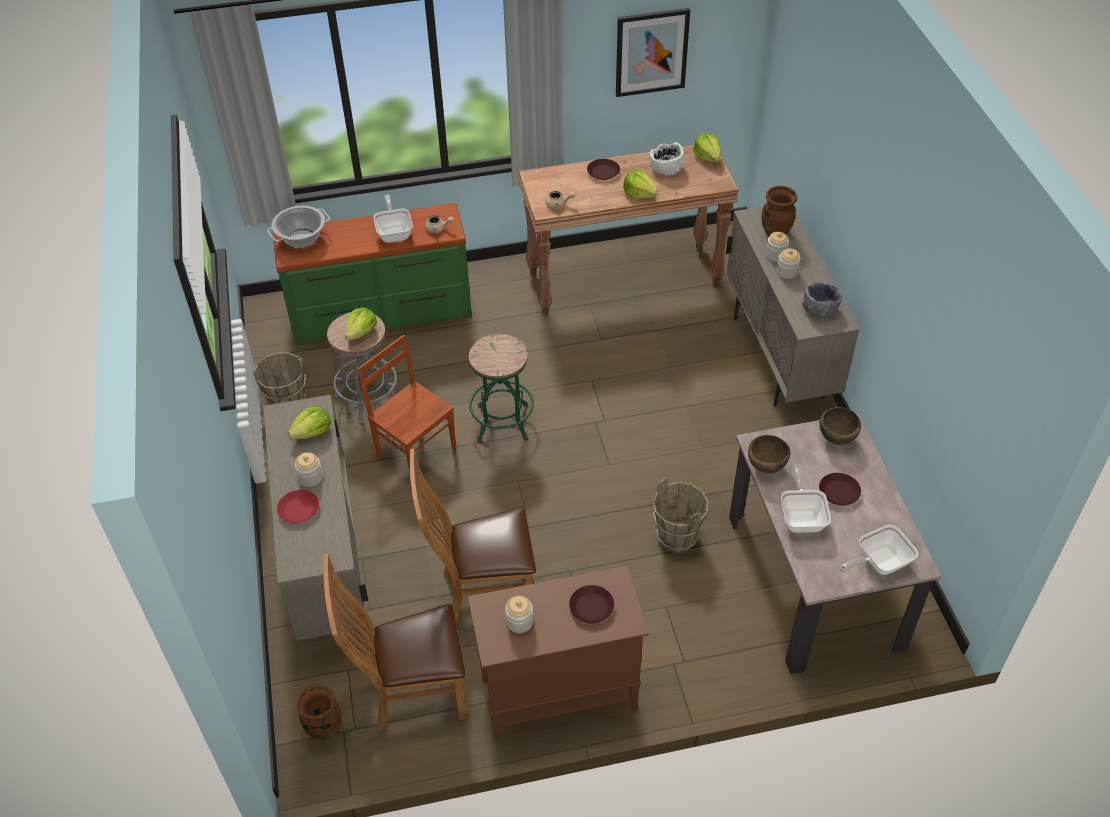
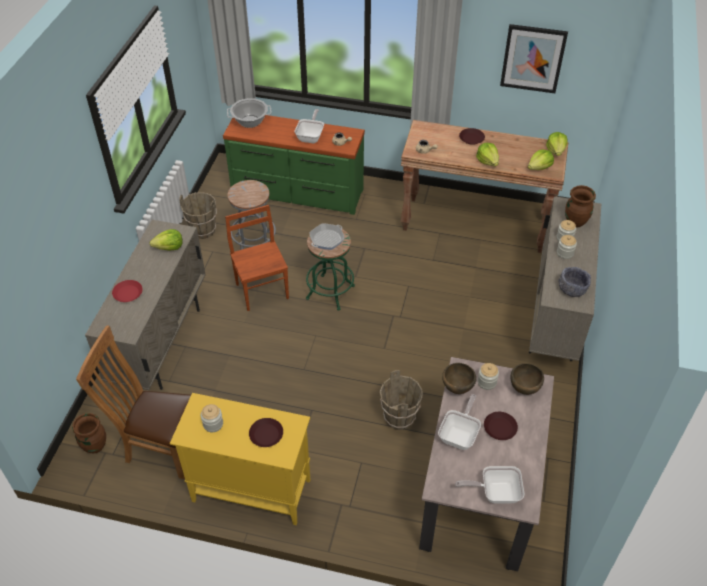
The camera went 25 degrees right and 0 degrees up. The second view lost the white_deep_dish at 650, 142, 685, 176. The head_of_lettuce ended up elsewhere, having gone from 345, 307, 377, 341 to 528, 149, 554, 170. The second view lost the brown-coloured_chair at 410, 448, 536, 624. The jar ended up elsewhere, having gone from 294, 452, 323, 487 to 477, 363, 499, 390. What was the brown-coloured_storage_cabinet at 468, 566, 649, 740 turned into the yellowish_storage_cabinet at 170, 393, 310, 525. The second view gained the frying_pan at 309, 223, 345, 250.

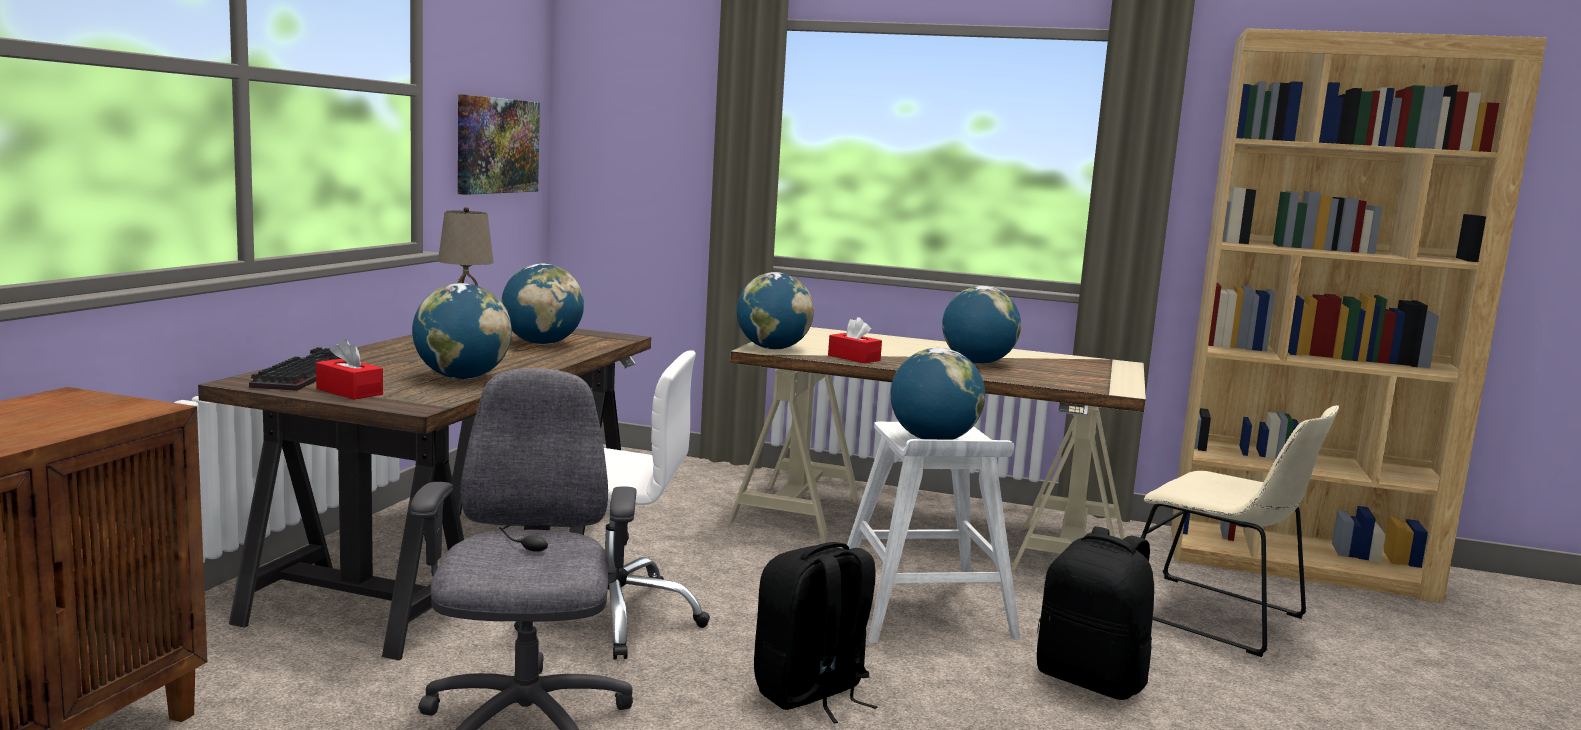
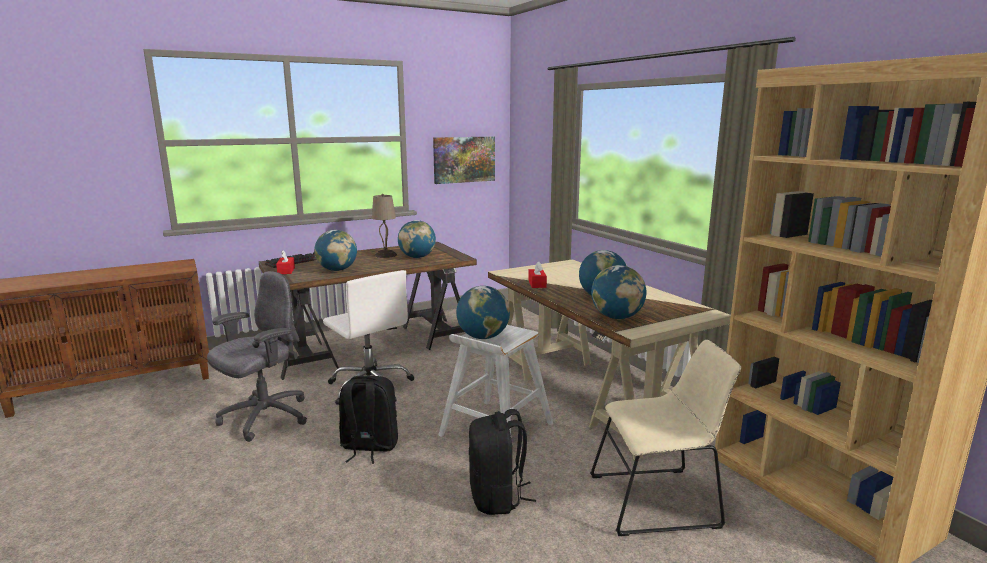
The camera went 45 degrees right and 5 degrees up. The desk_globe ended up elsewhere, having gone from 737, 272, 814, 350 to 591, 265, 646, 319. The beige_chair at 1141, 405, 1339, 657 ended up facing another way, 90 degrees counterclockwise from before.

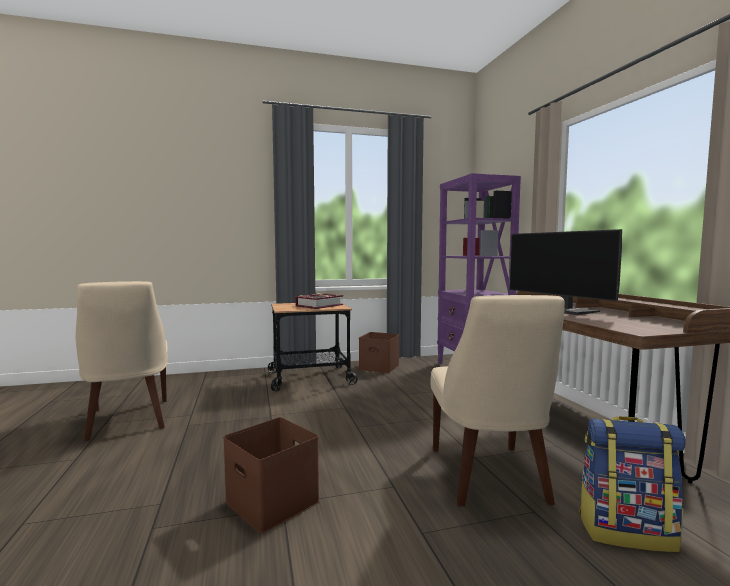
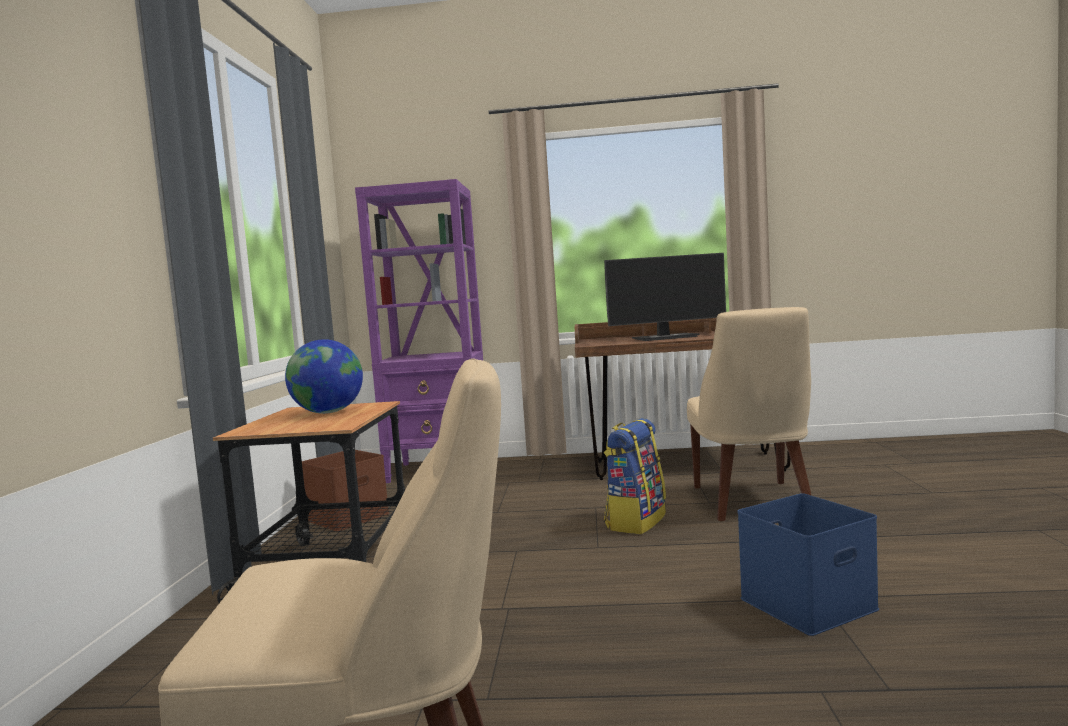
The camera went 70 degrees left and 0 degrees up. Where the volume stood at 295, 293, 343, 309, the desk_globe came to stand at 285, 339, 363, 414. The beige_chair at 430, 295, 565, 507 ended up facing another way, 75 degrees clockwise from before. The backpack ended up elsewhere, having gone from 579, 416, 686, 552 to 604, 418, 666, 534. What was the brown-coloured_storage_container at 223, 417, 320, 533 turned into the blue_storage_container at 737, 493, 879, 636.

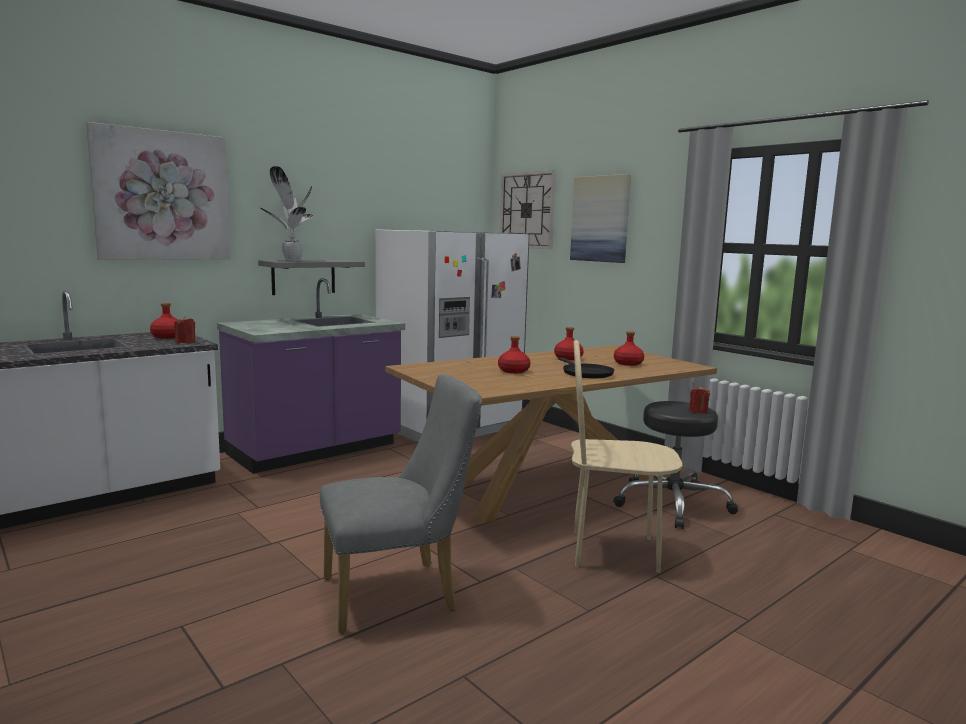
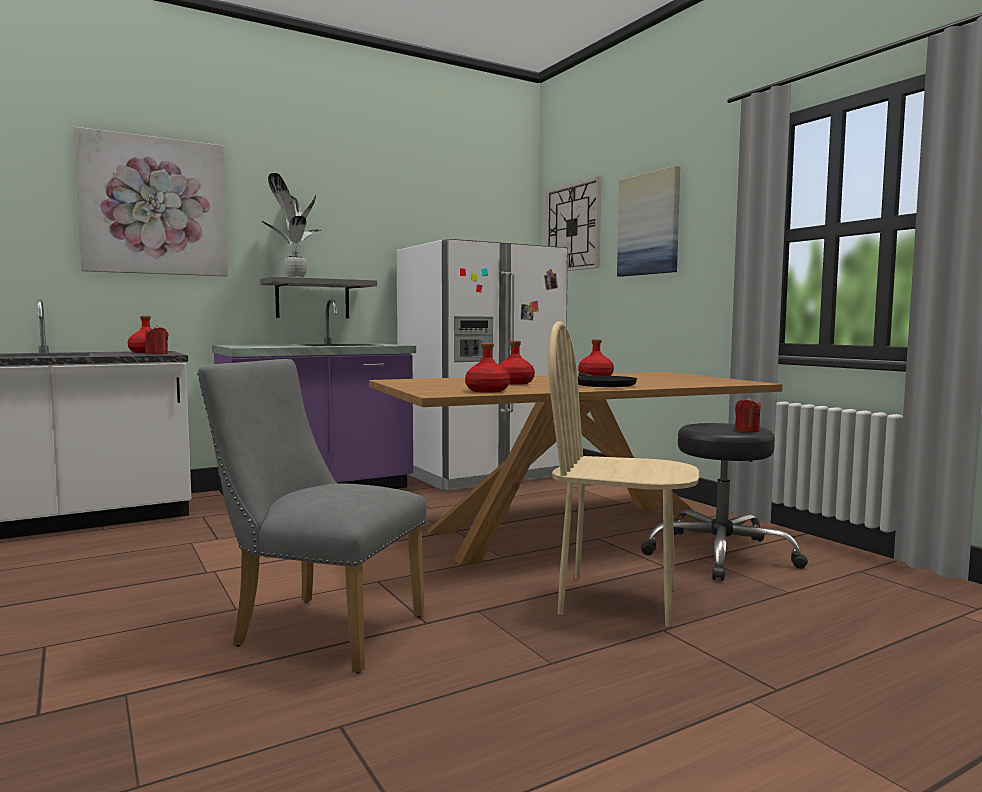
The camera went 10 degrees right and 5 degrees down. The red_drink_bottle ended up elsewhere, having gone from 614, 331, 644, 366 to 465, 343, 510, 393. The grey_chair at 320, 374, 482, 634 ended up facing another way, 150 degrees counterclockwise from before.

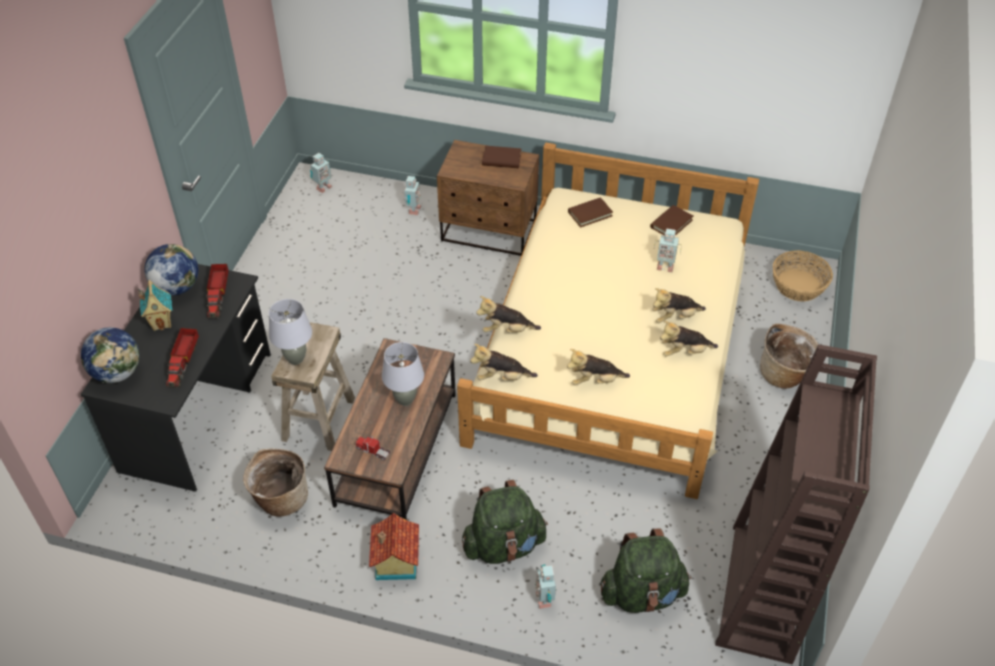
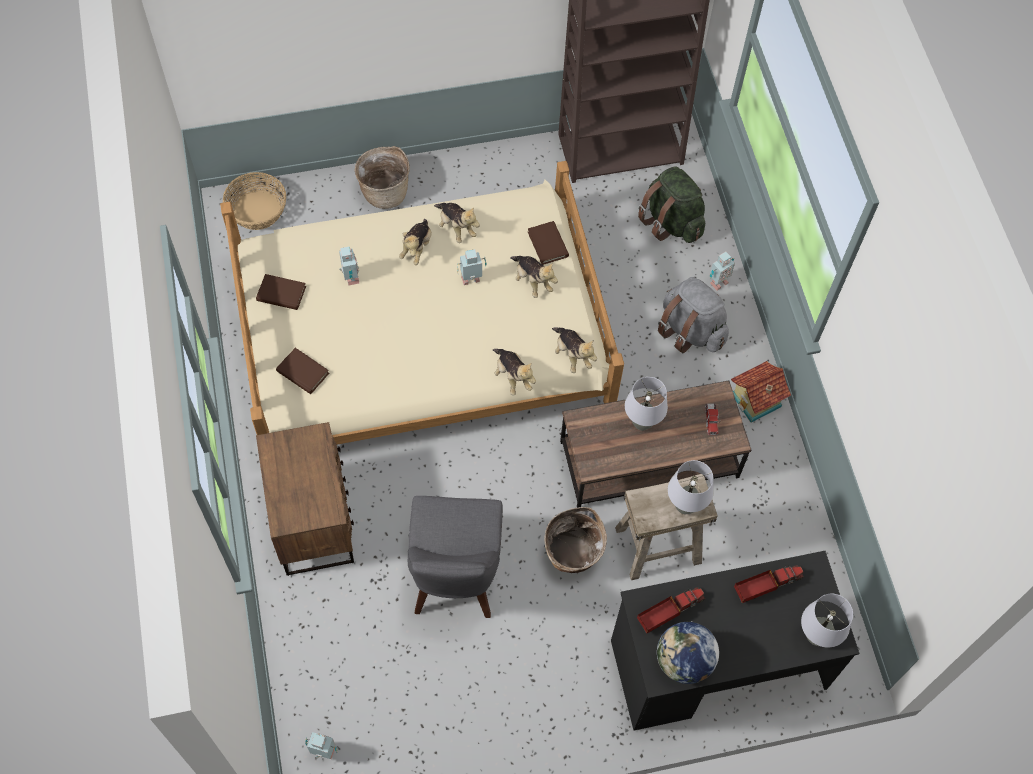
The camera went 120 degrees left and 15 degrees up. The brown-coloured_volume ended up elsewhere, having gone from 482, 146, 521, 168 to 528, 221, 569, 265. The toy_robot ended up elsewhere, having gone from 405, 176, 421, 215 to 457, 249, 487, 285. The second view lost the model_house at 138, 280, 173, 331. The cuddly_toy at 652, 288, 706, 323 ended up facing another way, 60 degrees clockwise from before. Where the desk_globe stood at 81, 327, 140, 383, the grey_tabletop_lamp came to stand at 801, 594, 853, 647. The household_basket ended up elsewhere, having gone from 243, 449, 308, 517 to 544, 507, 607, 573. What was the green_backpack at 462, 480, 548, 564 turned into the grey_backpack at 658, 277, 729, 353. The second view gained the grey_chair at 408, 496, 503, 618.

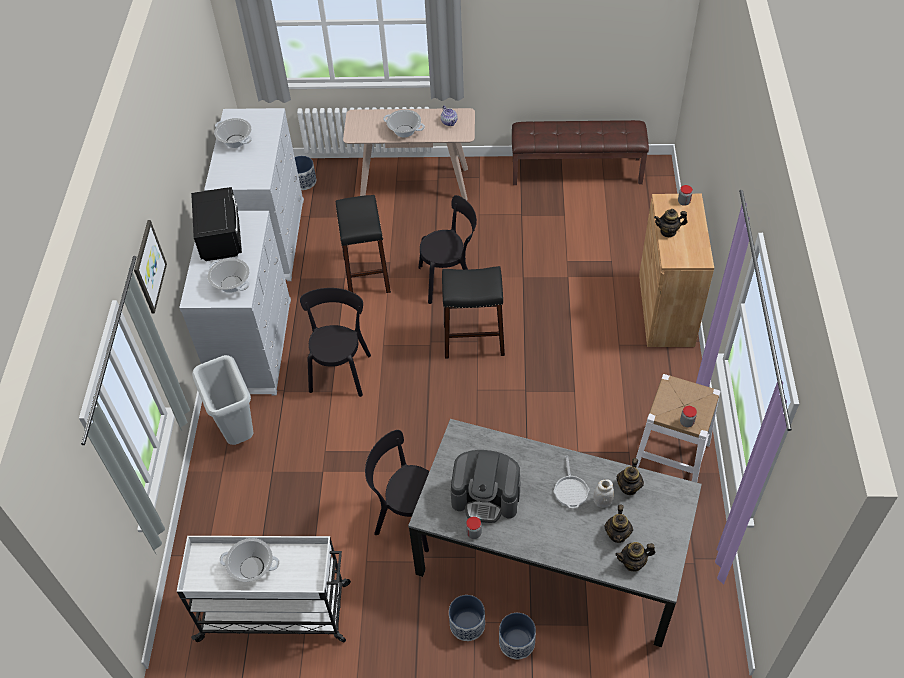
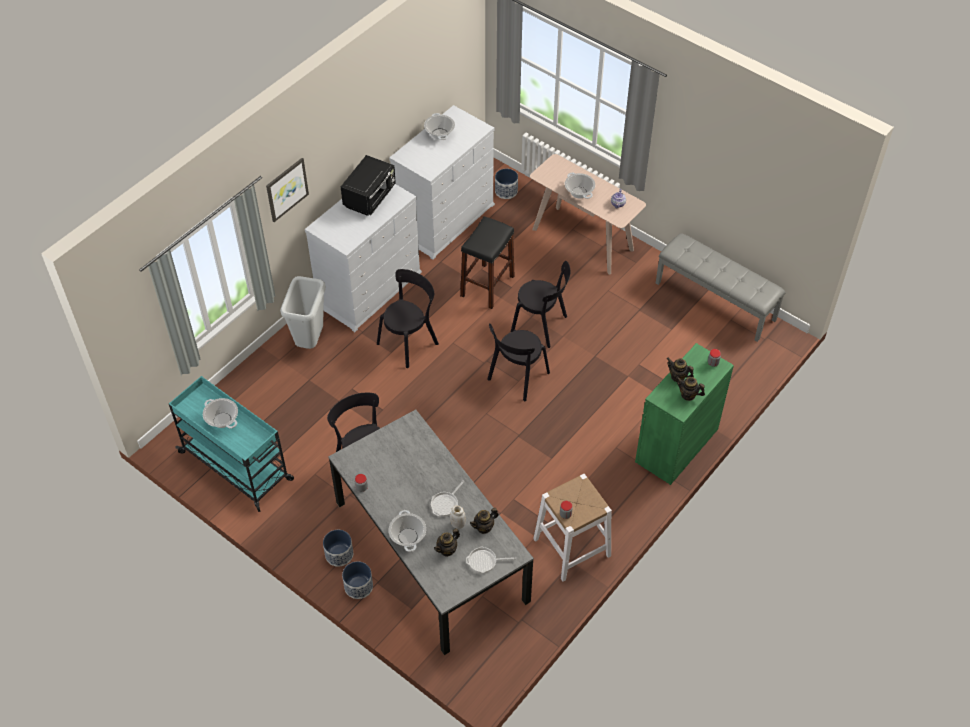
The camera went 35 degrees right and 0 degrees up. What was the brown-coloured_long_seat at 512, 120, 649, 185 turned into the grey_long_seat at 656, 233, 786, 342. What was the brown-coloured_storage_cabinet at 639, 194, 714, 347 turned into the green_storage_cabinet at 635, 343, 734, 485. The stockpot ended up elsewhere, having gone from 208, 258, 249, 293 to 388, 510, 426, 552. Where the black_stool_seat stood at 442, 266, 505, 359, the black_chair came to stand at 487, 323, 550, 401. The second view lost the coffee_maker at 450, 450, 521, 523. What was the white_trolley at 177, 536, 351, 642 turned into the turquoise_trolley at 169, 376, 294, 512. The teapot ended up elsewhere, having gone from 615, 542, 655, 572 to 677, 377, 705, 401. The second view gained the frying_pan at 466, 546, 516, 573.

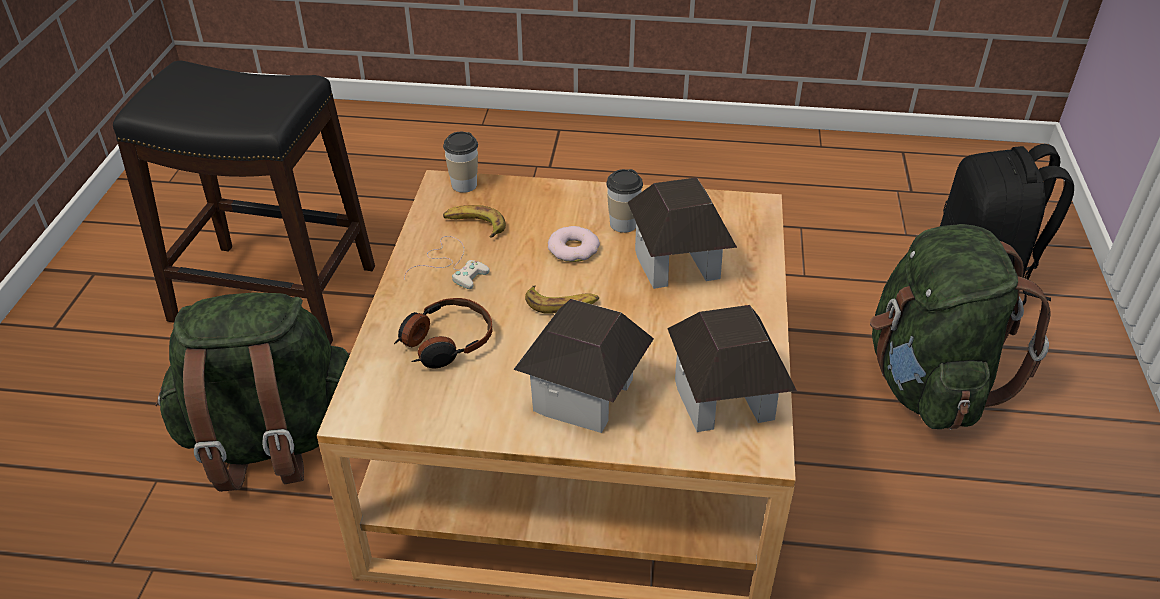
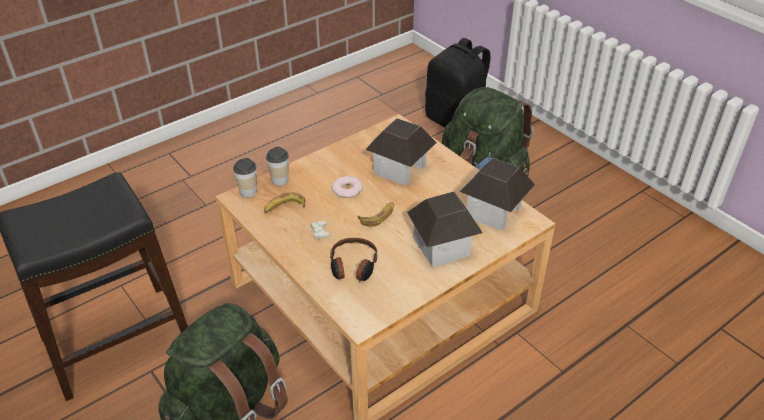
The camera went 45 degrees left and 0 degrees up. The cup ended up elsewhere, having gone from 606, 169, 643, 233 to 266, 147, 289, 186.

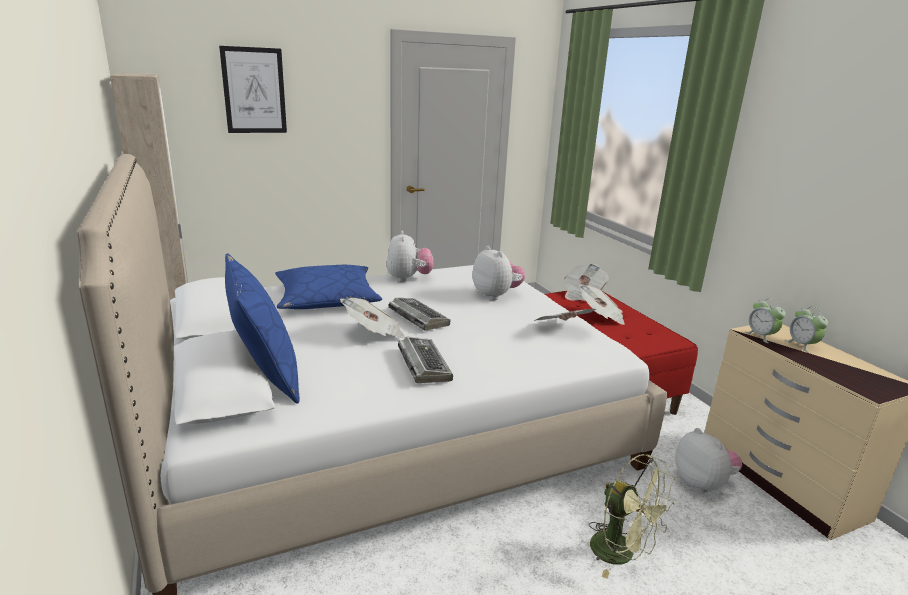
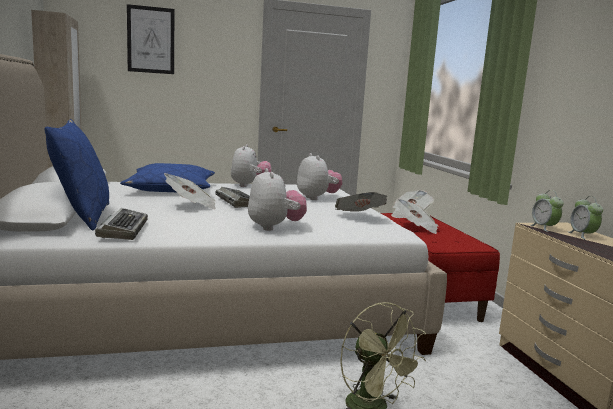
The camera went 10 degrees right and 10 degrees down. The keyboard ended up elsewhere, having gone from 398, 337, 453, 383 to 95, 208, 148, 240. The cuddly_toy ended up elsewhere, having gone from 675, 428, 742, 492 to 248, 168, 307, 231.

